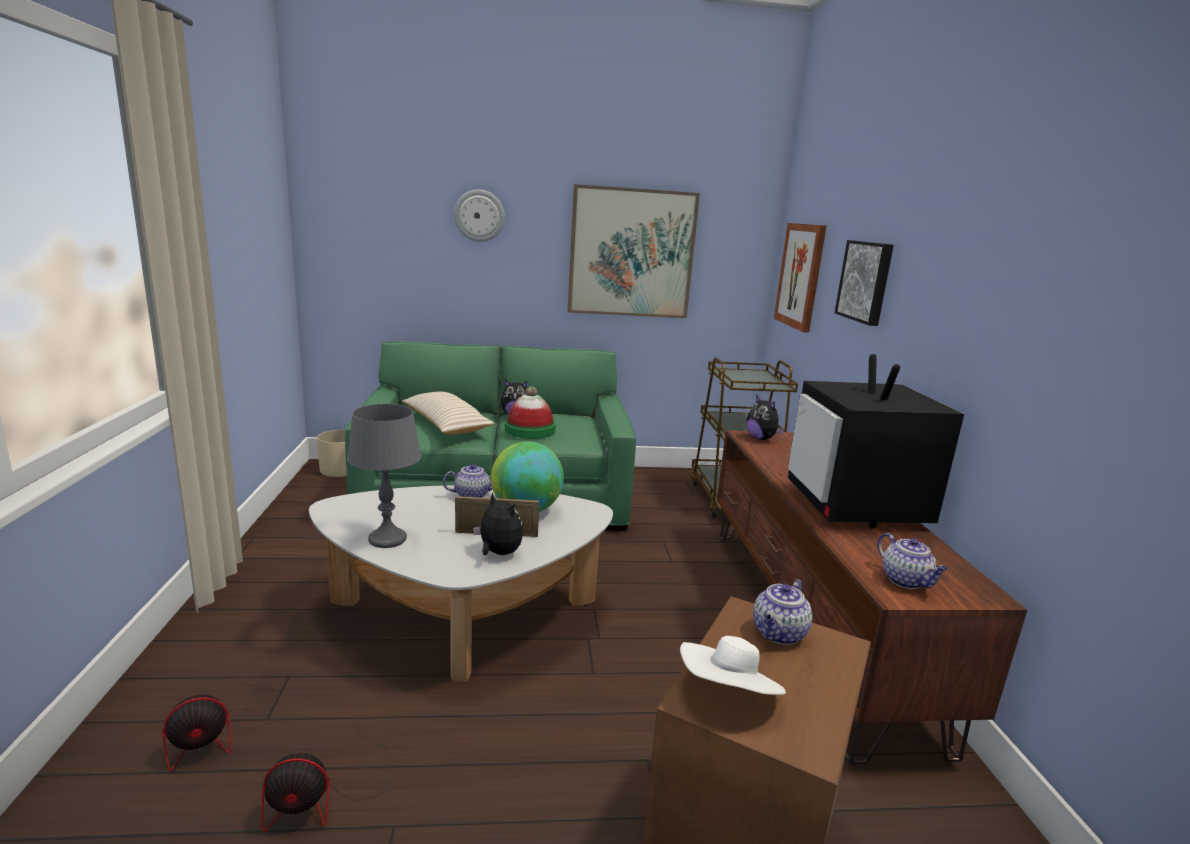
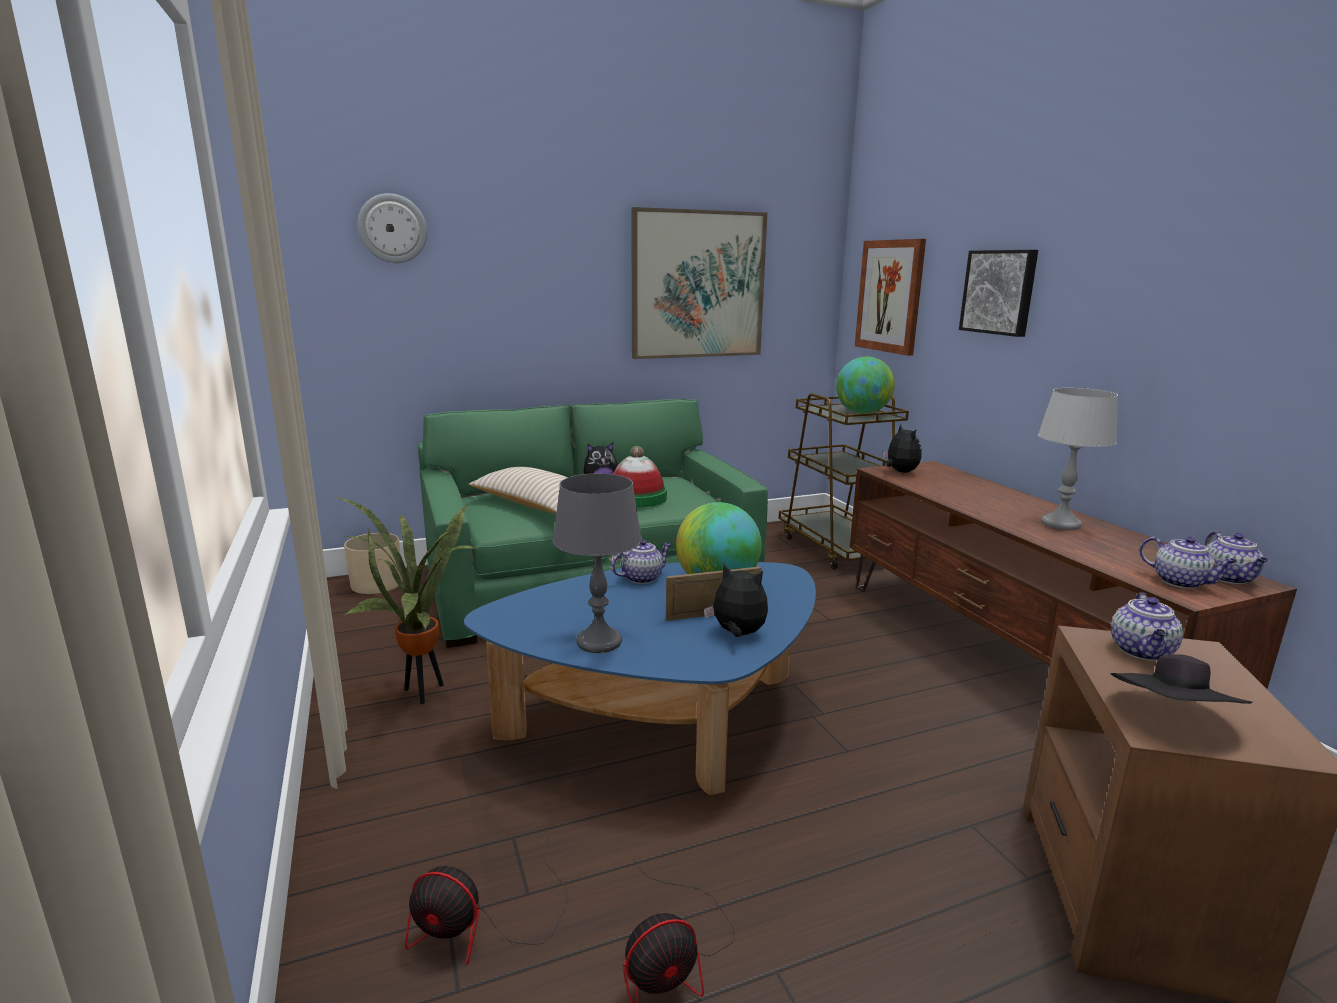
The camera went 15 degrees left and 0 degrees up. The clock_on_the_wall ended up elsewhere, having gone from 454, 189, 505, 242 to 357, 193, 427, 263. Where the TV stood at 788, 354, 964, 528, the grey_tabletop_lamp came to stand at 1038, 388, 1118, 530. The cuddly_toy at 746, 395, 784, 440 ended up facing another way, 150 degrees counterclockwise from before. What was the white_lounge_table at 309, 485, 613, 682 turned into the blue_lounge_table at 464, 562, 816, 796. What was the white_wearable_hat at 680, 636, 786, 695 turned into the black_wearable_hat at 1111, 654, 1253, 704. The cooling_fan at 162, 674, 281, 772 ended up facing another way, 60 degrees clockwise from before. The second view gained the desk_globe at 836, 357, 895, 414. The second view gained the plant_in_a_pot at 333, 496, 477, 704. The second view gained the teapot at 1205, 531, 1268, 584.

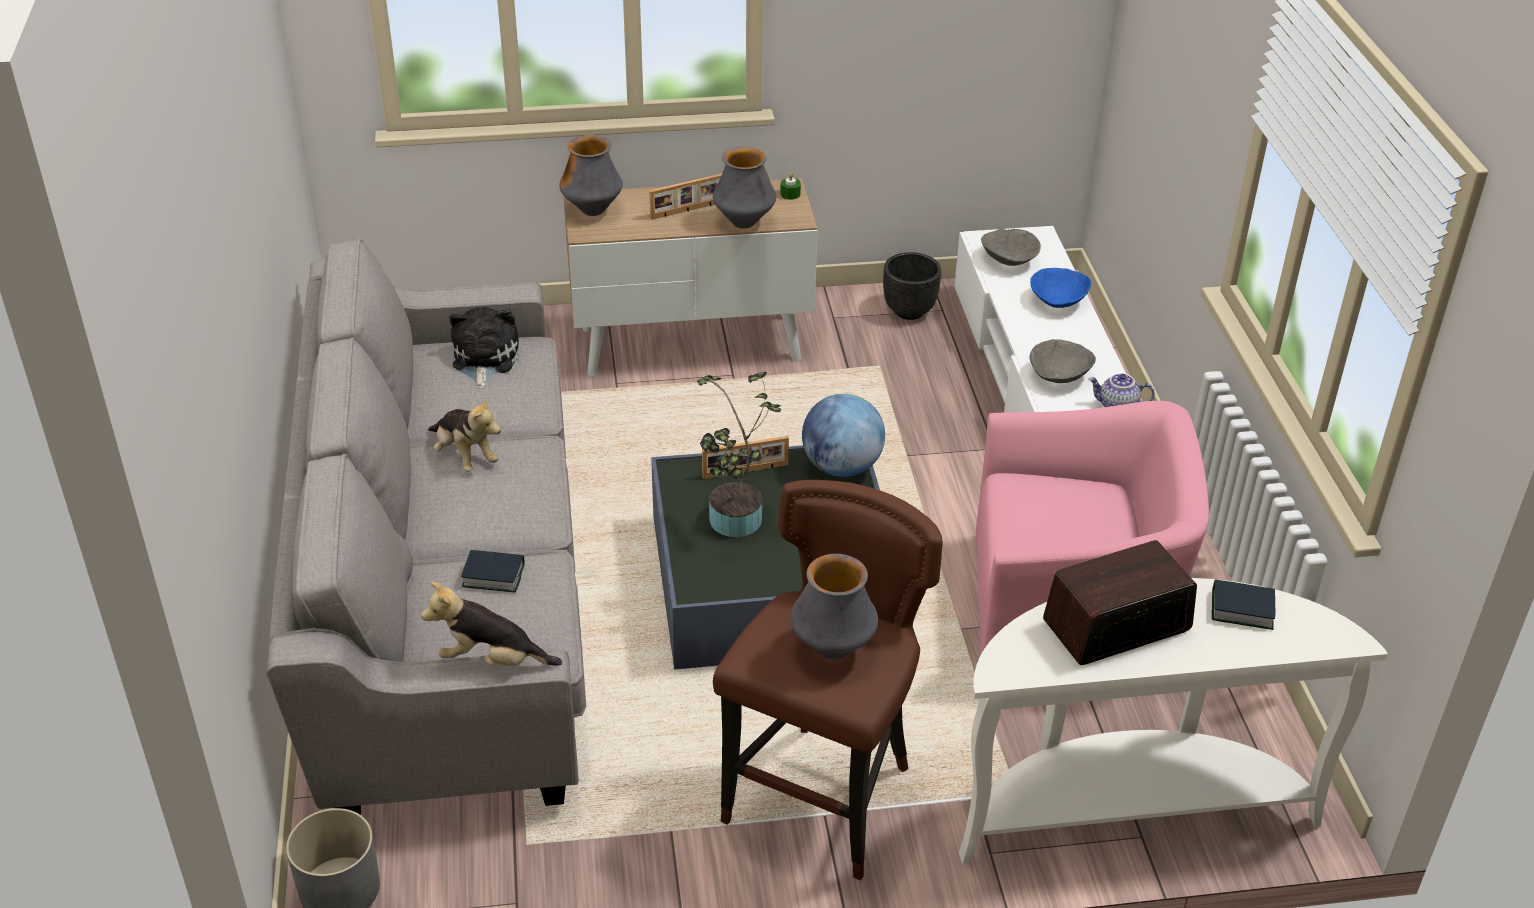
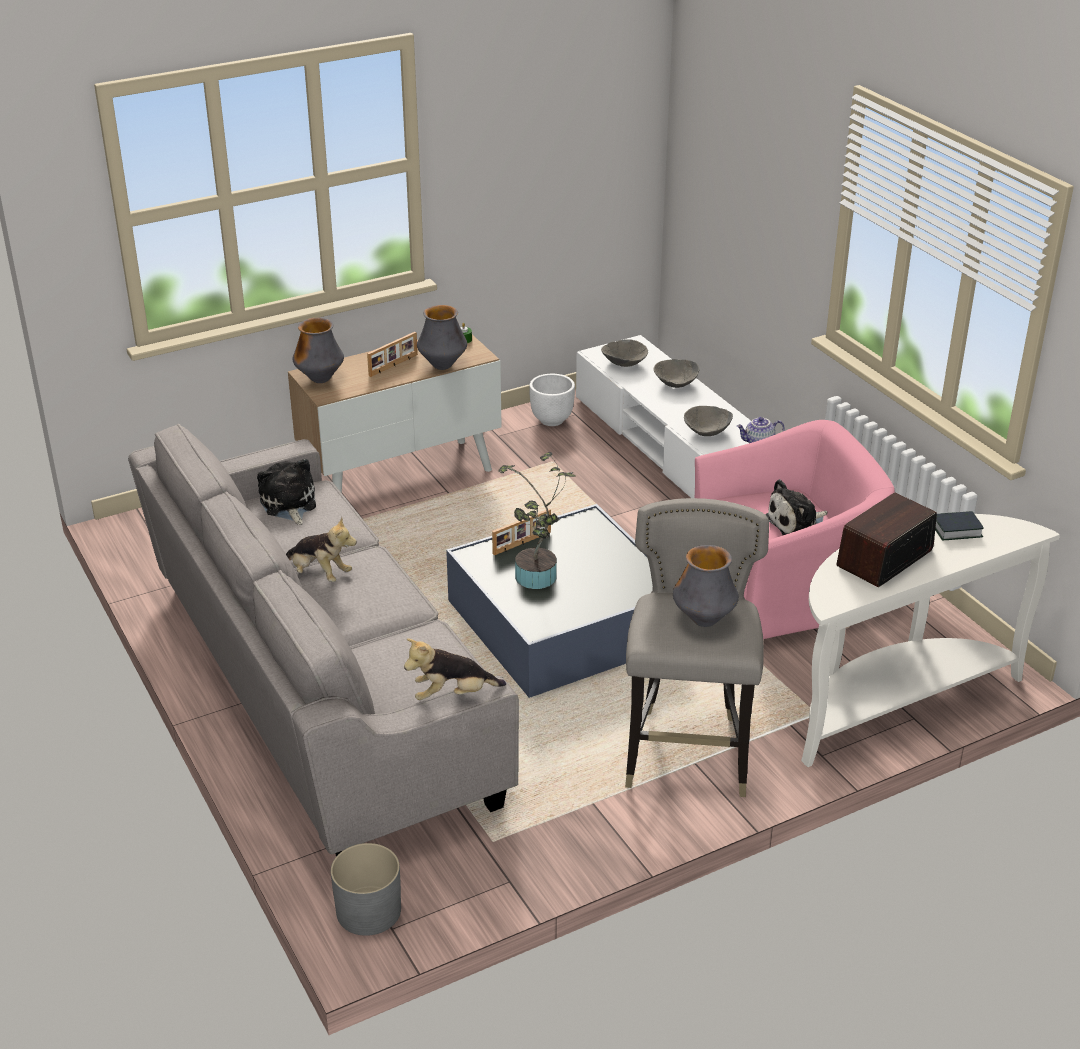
The camera went 20 degrees left and 5 degrees down. What was the black_flower_pot at 883, 252, 942, 320 turned into the white_flower_pot at 529, 374, 575, 426. What was the blue_deep_dish at 1030, 268, 1091, 308 turned into the grey_deep_dish at 653, 359, 699, 388. The second view lost the desk_globe at 802, 394, 885, 477. What was the brown-coloured_stool_seat at 713, 480, 943, 881 turned into the grey_stool_seat at 625, 498, 769, 797. The second view lost the volume at 461, 550, 524, 593. The second view gained the cuddly_toy at 765, 479, 828, 535.

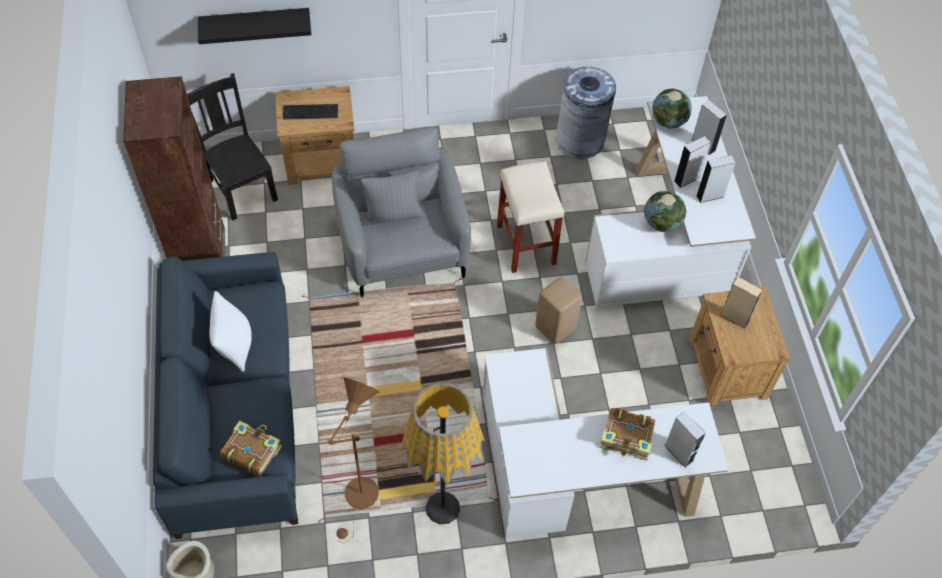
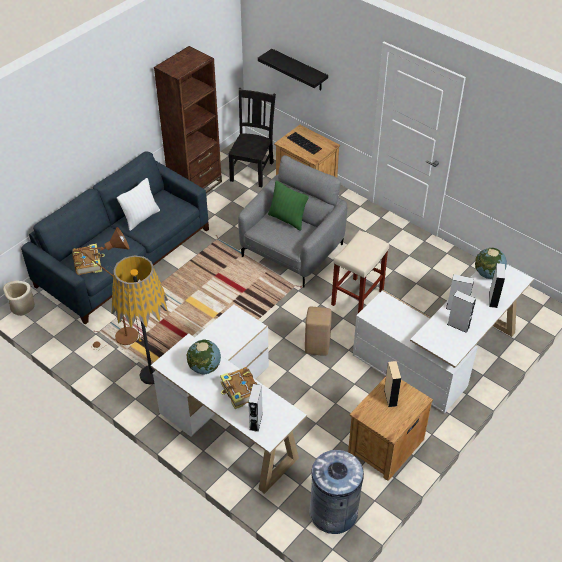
The camera went 50 degrees right and 10 degrees down. The grey_rubbish_bin ended up elsewhere, having gone from 556, 66, 616, 159 to 309, 450, 364, 534. What was the grey_pillow at 361, 171, 423, 226 turned into the green_pillow at 268, 181, 309, 231. The desk_globe ended up elsewhere, having gone from 644, 191, 686, 232 to 187, 340, 221, 374.

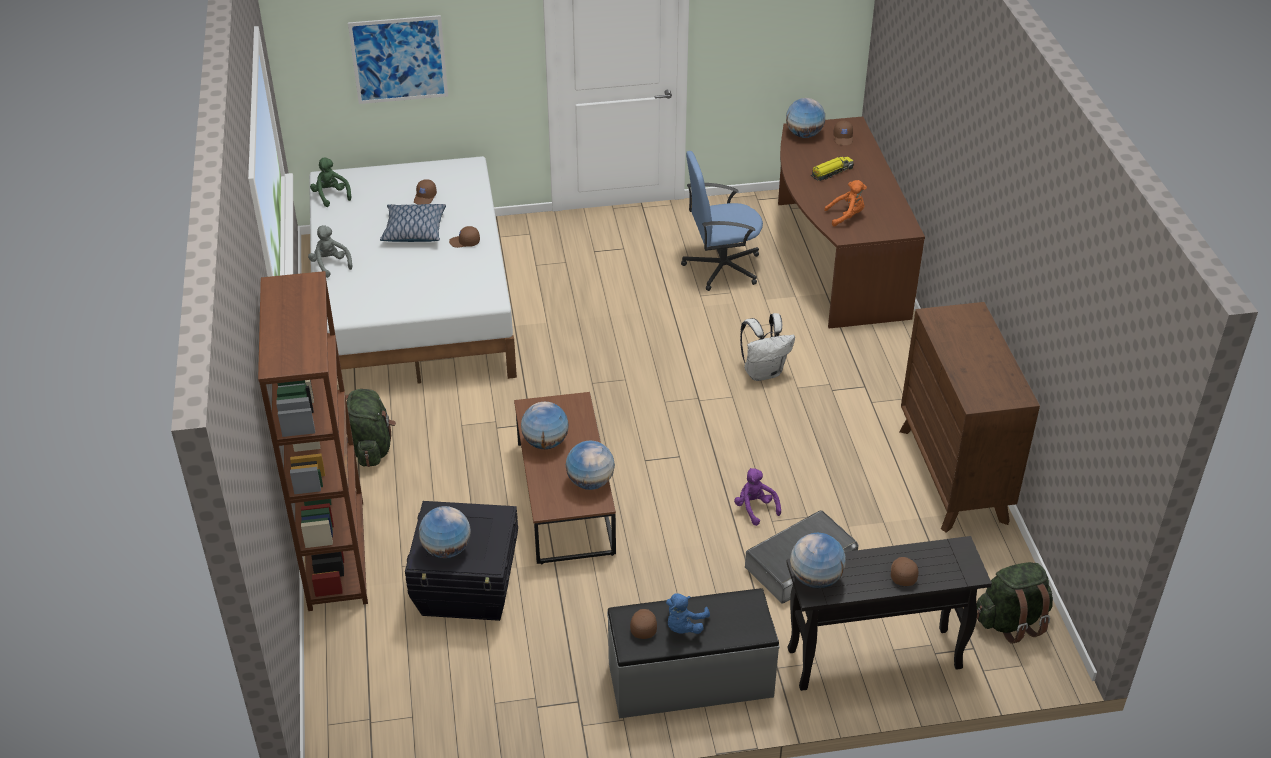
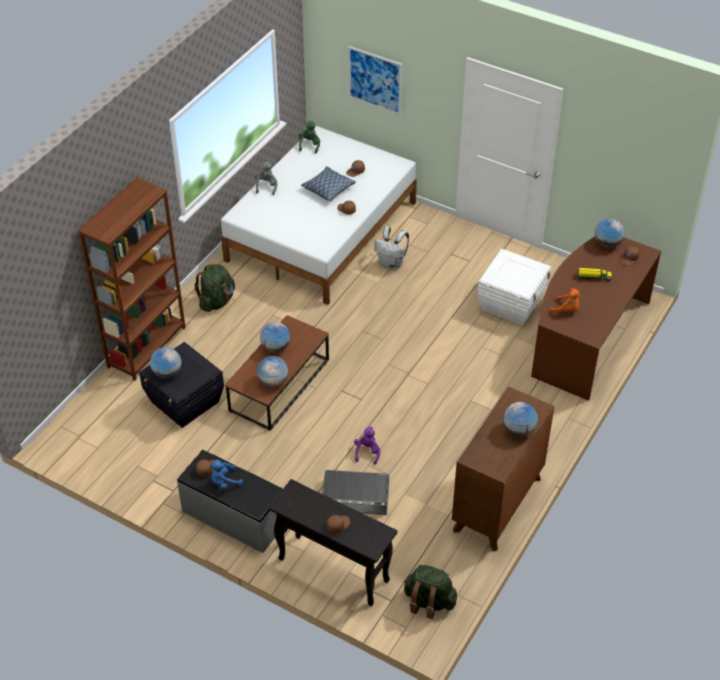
The camera went 40 degrees right and 5 degrees up. Where the blue_computer_chair stood at 681, 151, 763, 291, the white_storage_container came to stand at 477, 249, 551, 326. The white_backpack ended up elsewhere, having gone from 740, 313, 795, 381 to 374, 226, 409, 270. The desk_globe ended up elsewhere, having gone from 790, 533, 846, 588 to 503, 402, 538, 436.

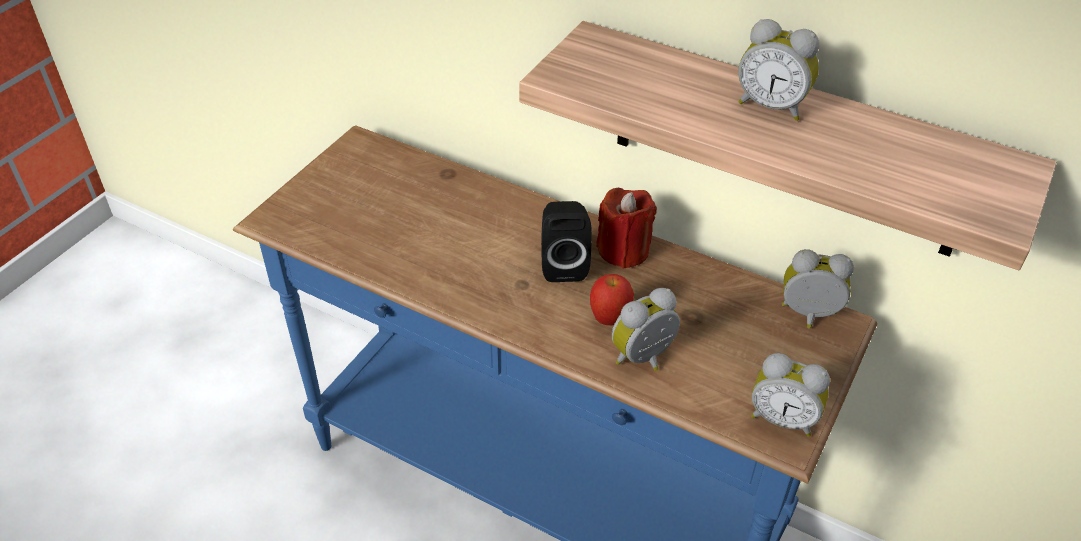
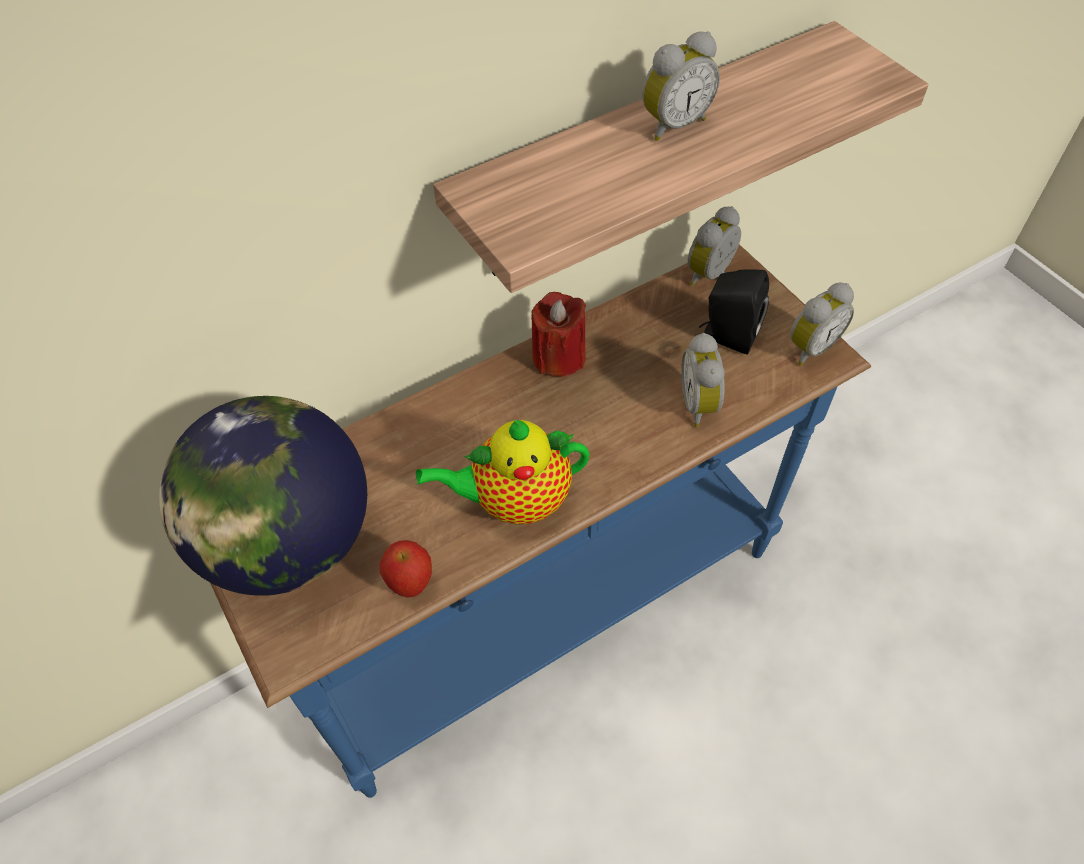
The camera went 60 degrees left and 10 degrees up. The black_audio_speaker ended up elsewhere, having gone from 541, 201, 592, 282 to 699, 270, 769, 355. The whole_apple ended up elsewhere, having gone from 590, 274, 634, 325 to 380, 540, 432, 598. The second view gained the desk_globe at 159, 396, 367, 596. The second view gained the teapot at 416, 420, 590, 525.

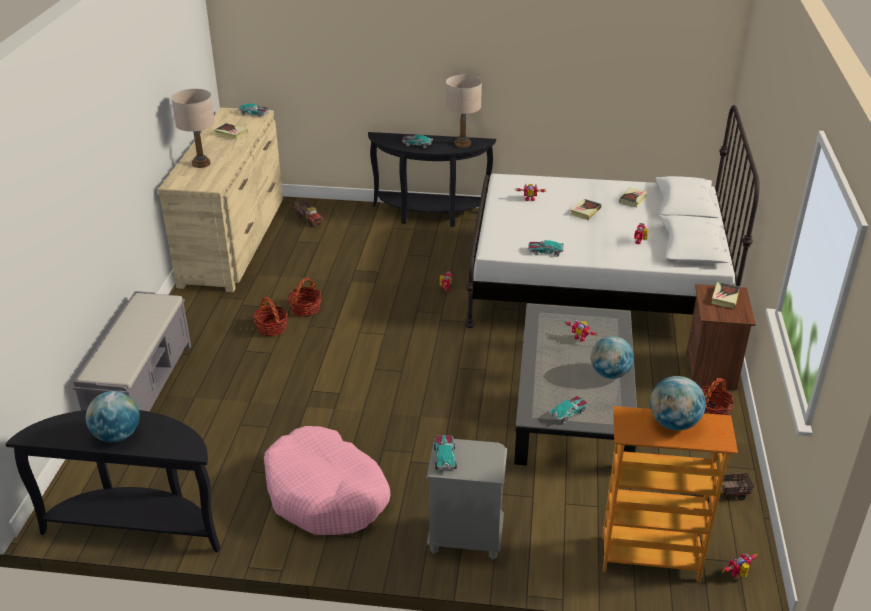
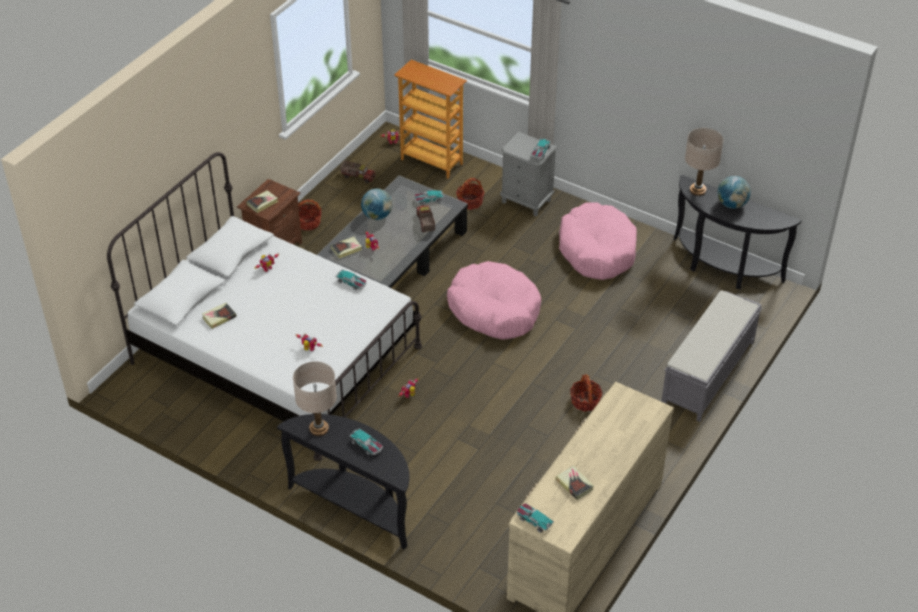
The camera went 155 degrees left and 10 degrees up. The beige_tabletop_lamp ended up elsewhere, having gone from 171, 89, 215, 168 to 685, 128, 723, 196. The volume ended up elsewhere, having gone from 570, 199, 602, 220 to 331, 237, 362, 258. The toy_lorry ended up elsewhere, having gone from 294, 200, 324, 227 to 416, 205, 435, 232. The household_basket ended up elsewhere, having gone from 288, 277, 321, 317 to 456, 178, 485, 210. The second view lost the desk_globe at 650, 376, 706, 431. The second view gained the pink_dog_cushion at 447, 261, 541, 340.

